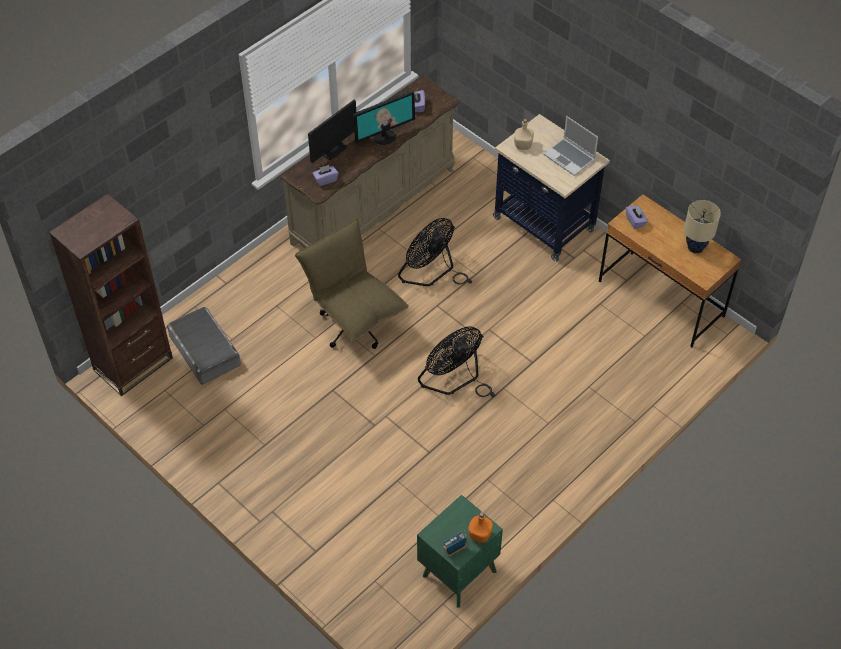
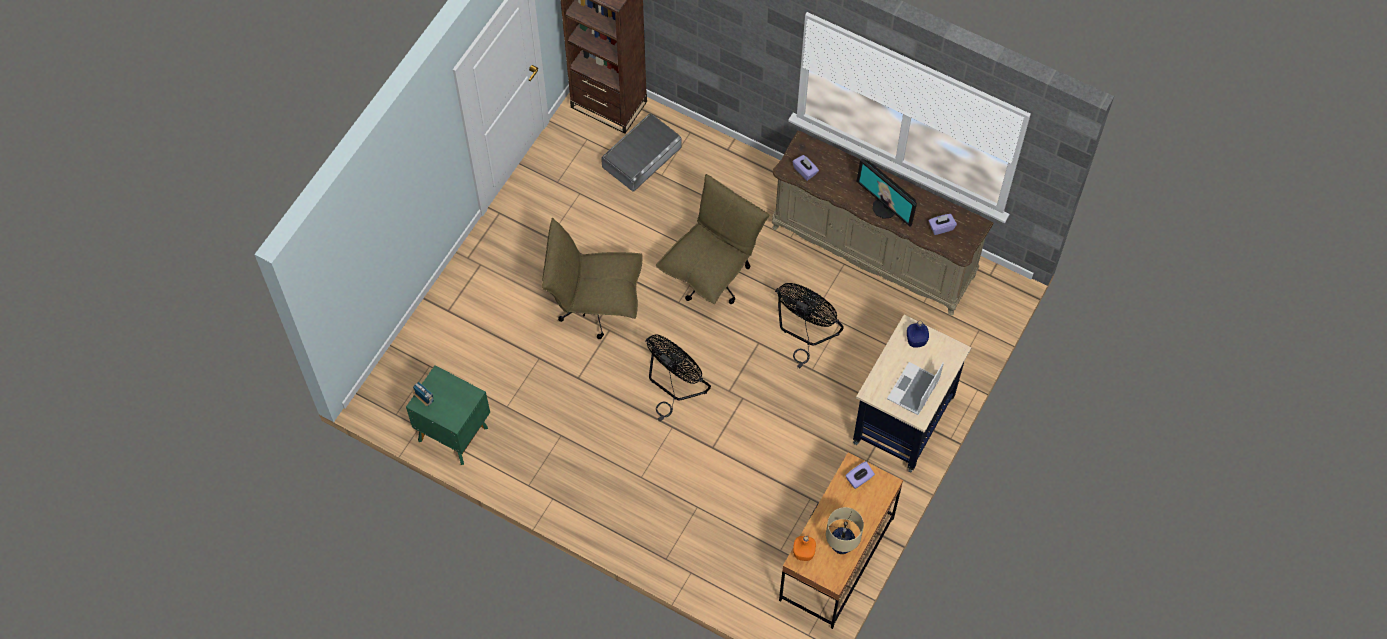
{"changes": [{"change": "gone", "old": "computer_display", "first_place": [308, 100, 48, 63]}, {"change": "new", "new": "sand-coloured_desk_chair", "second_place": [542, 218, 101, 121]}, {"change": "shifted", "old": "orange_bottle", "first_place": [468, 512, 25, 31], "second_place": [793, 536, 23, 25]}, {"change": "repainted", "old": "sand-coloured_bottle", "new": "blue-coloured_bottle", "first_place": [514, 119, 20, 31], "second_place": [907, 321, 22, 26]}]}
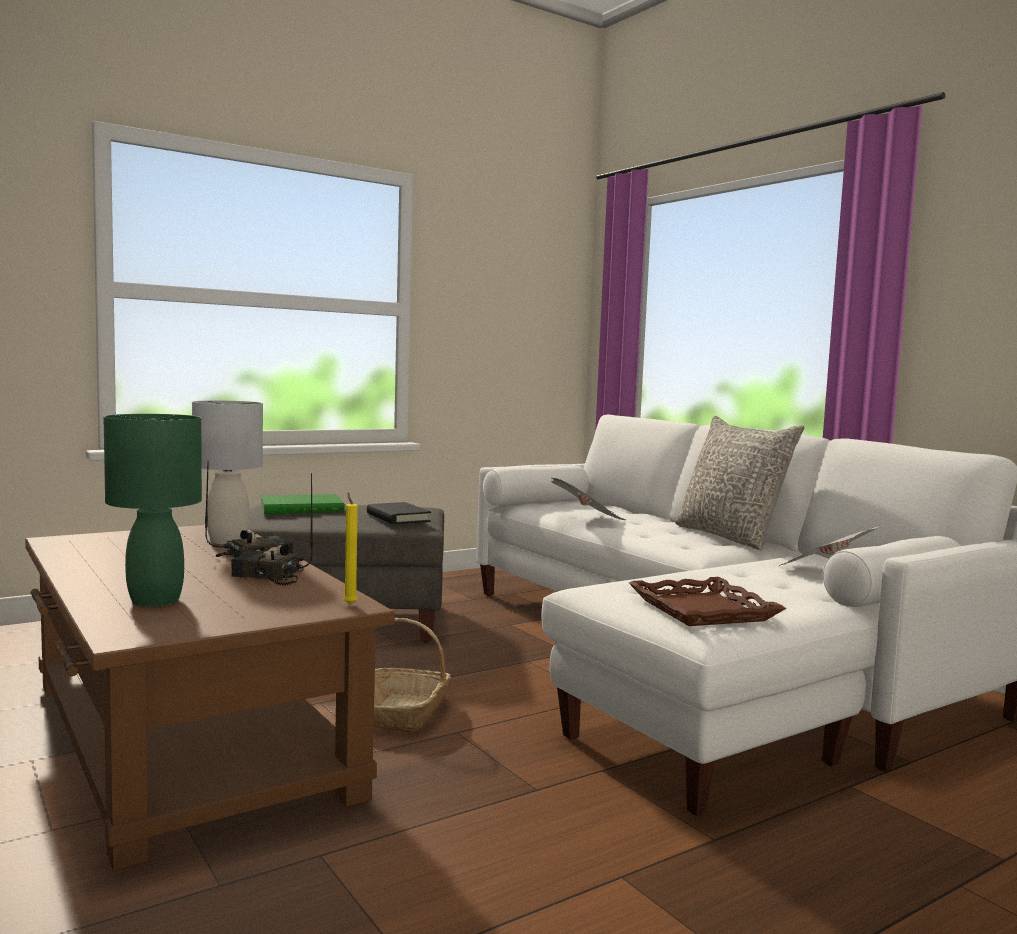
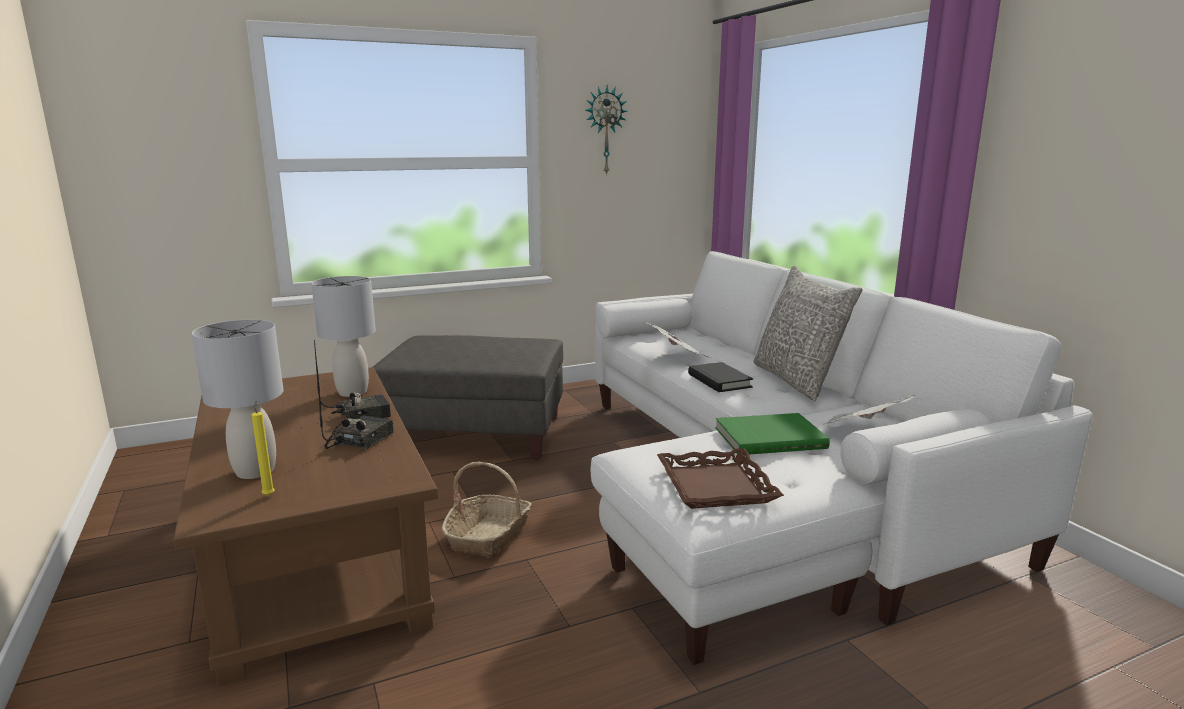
{"changes": [{"change": "new", "new": "clock_on_the_wall", "second_place": [585, 85, 43, 90]}, {"change": "shifted", "old": "greenish_volume", "first_place": [261, 494, 84, 20], "second_place": [715, 413, 115, 41]}, {"change": "shifted", "old": "yellowish_candle", "first_place": [344, 492, 14, 113], "second_place": [252, 401, 23, 95]}, {"change": "shifted", "old": "blackish_volume", "first_place": [367, 502, 64, 22], "second_place": [688, 362, 65, 30]}, {"change": "repainted", "old": "greenish_tabletop_lamp", "new": "gray_tabletop_lamp", "first_place": [103, 414, 99, 193], "second_place": [192, 319, 91, 160]}, {"change": "rotated", "old": "radio", "first_place": [231, 473, 82, 112], "second_place": [317, 367, 77, 83], "degrees": 90}]}
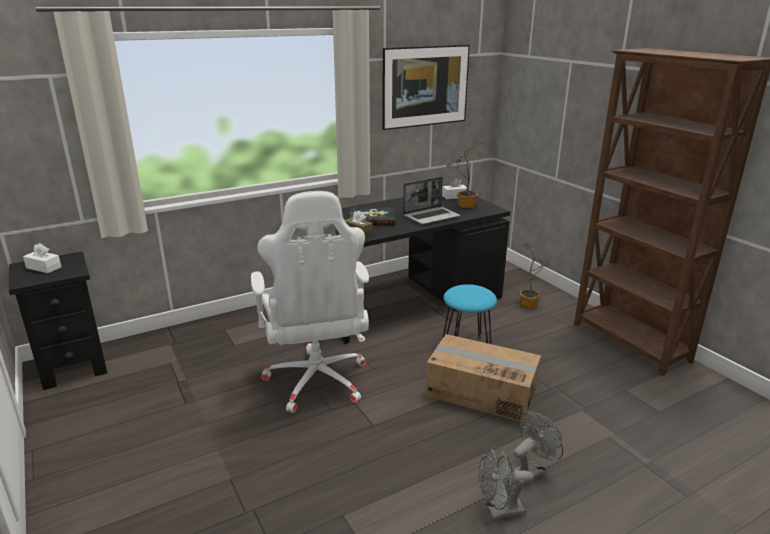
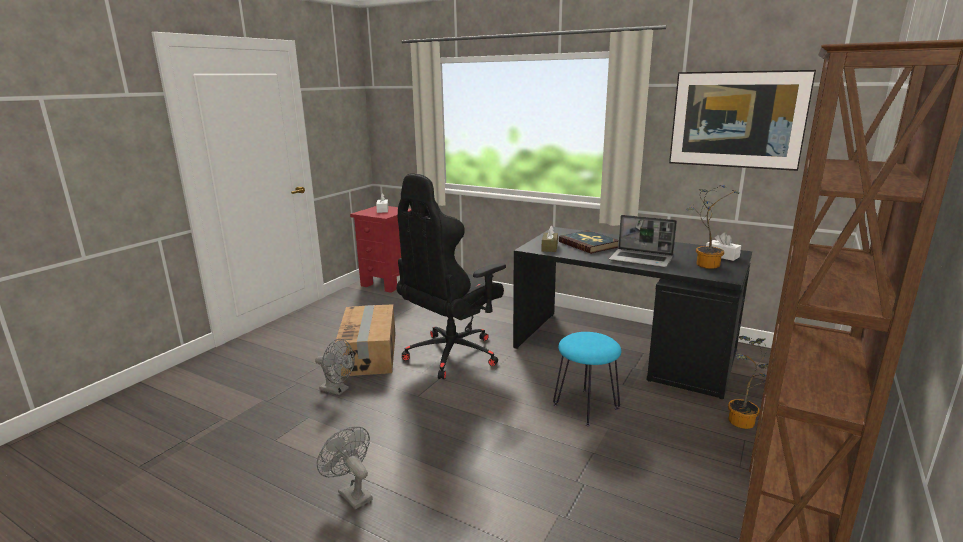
{"changes": [{"change": "shifted", "old": "carton", "first_place": [426, 334, 115, 89], "second_place": [336, 304, 60, 72]}, {"change": "shifted", "old": "gray_fan", "first_place": [513, 411, 50, 74], "second_place": [315, 339, 40, 56]}, {"change": "repainted", "old": "blackish_night_table", "new": "red-coloured_night_table", "first_place": [9, 251, 98, 139], "second_place": [350, 206, 62, 87]}, {"change": "repainted", "old": "whitish_desk_chair", "new": "blackish_desk_chair", "first_place": [251, 191, 118, 222], "second_place": [397, 173, 109, 206]}]}
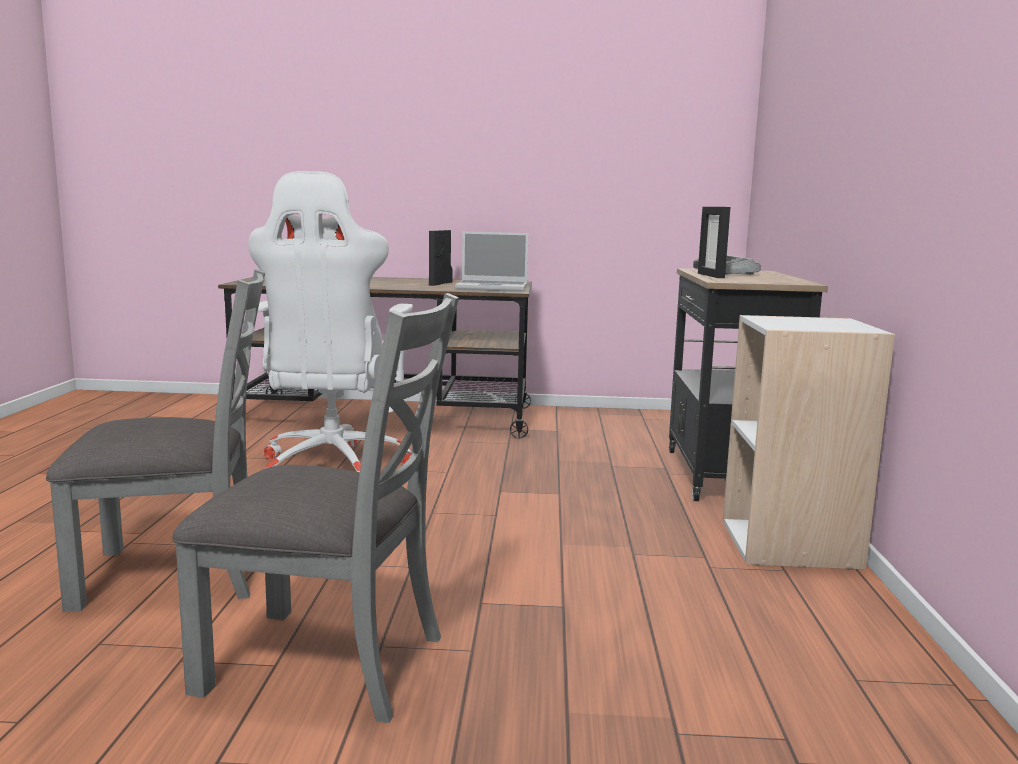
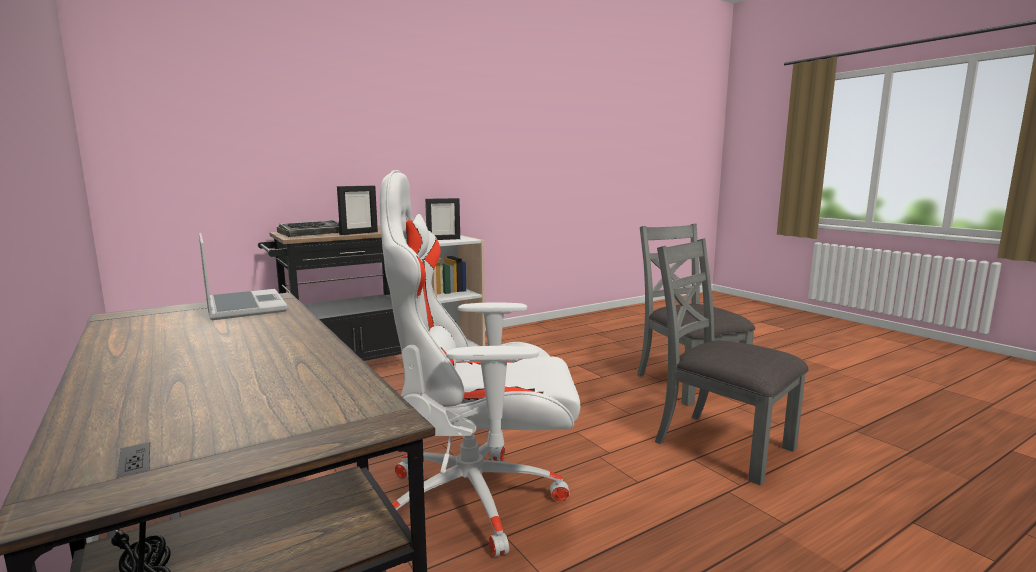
{"changes": [{"change": "shifted", "old": "picture_frame", "first_place": [429, 230, 24, 56], "second_place": [425, 198, 35, 42]}, {"change": "rotated", "old": "whitish_desk_chair", "first_place": [249, 171, 164, 301], "second_place": [380, 170, 200, 386], "degrees": -150}]}
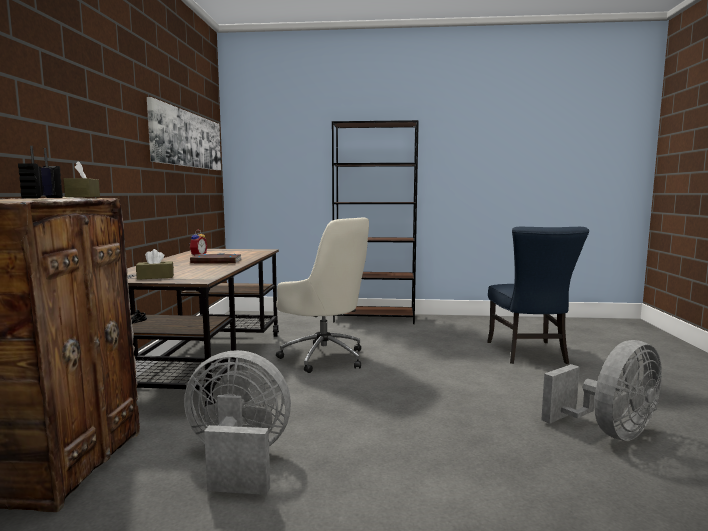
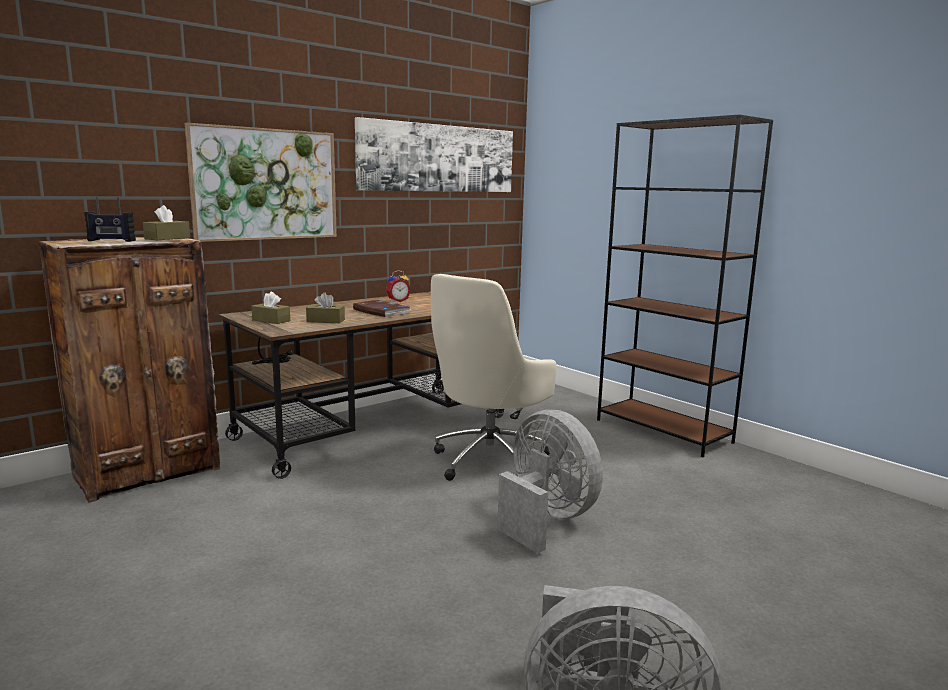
{"changes": [{"change": "gone", "old": "blue-coloured_plain_chair", "first_place": [487, 227, 103, 137]}, {"change": "new", "new": "picture", "second_place": [185, 123, 152, 119]}, {"change": "new", "new": "brown-coloured_box_of_tissues", "second_place": [306, 292, 39, 31]}, {"change": "shifted", "old": "gray_fan", "first_place": [184, 350, 107, 145], "second_place": [497, 410, 106, 143]}, {"change": "rotated", "old": "radio", "first_place": [18, 146, 45, 53], "second_place": [84, 197, 52, 45], "degrees": -135}, {"change": "rotated", "old": "sand-coloured_desk_chair", "first_place": [276, 218, 93, 155], "second_place": [431, 274, 126, 207], "degrees": 45}]}
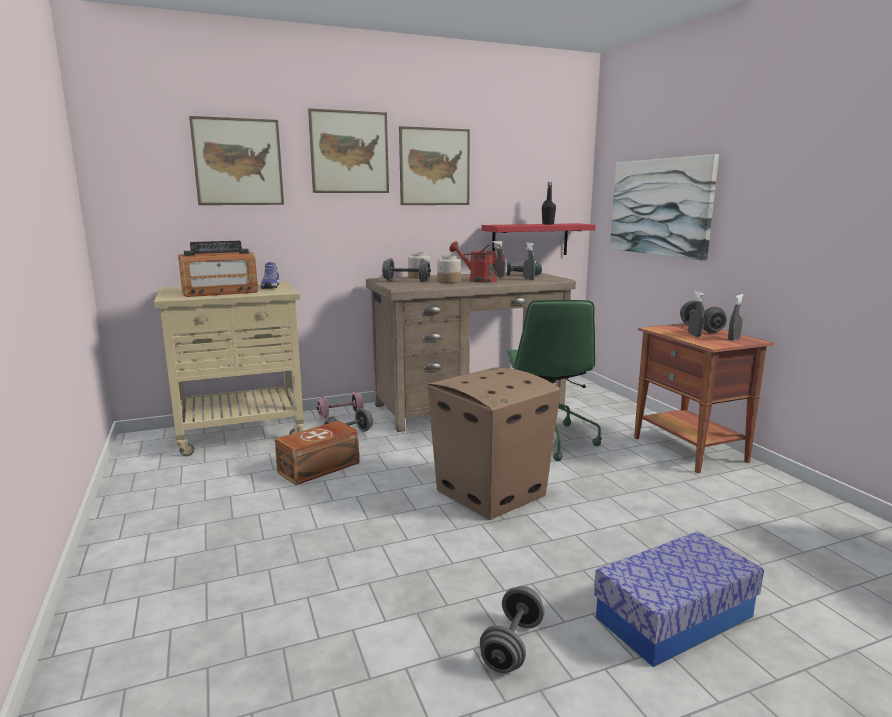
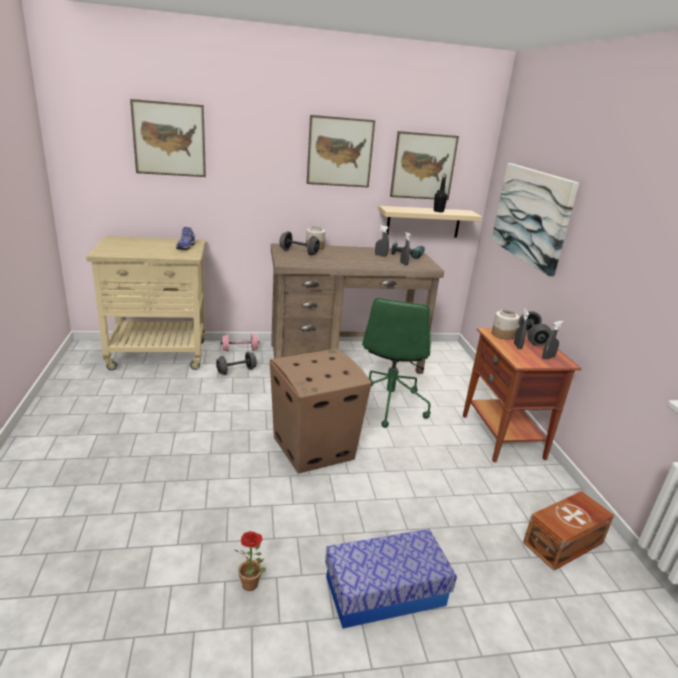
{"changes": [{"change": "gone", "old": "radio", "first_place": [178, 241, 80, 56]}, {"change": "gone", "old": "red-coloured_sprinkling_can", "first_place": [449, 241, 55, 42]}, {"change": "shifted", "old": "brown-coloured_storage_bin", "first_place": [275, 421, 84, 64], "second_place": [523, 491, 91, 80]}, {"change": "shifted", "old": "picture", "first_place": [308, 108, 81, 85], "second_place": [390, 131, 69, 69]}, {"change": "shifted", "old": "storage_jar", "first_place": [437, 255, 24, 28], "second_place": [492, 309, 28, 31]}, {"change": "swapped", "old": "gray_free_weight", "new": "houseplant", "first_place": [480, 586, 65, 87], "second_place": [235, 531, 31, 60]}, {"change": "repainted", "old": "red-coloured_bracket_shelf", "new": "sand-coloured_bracket_shelf", "first_place": [482, 223, 114, 32], "second_place": [378, 206, 104, 32]}]}
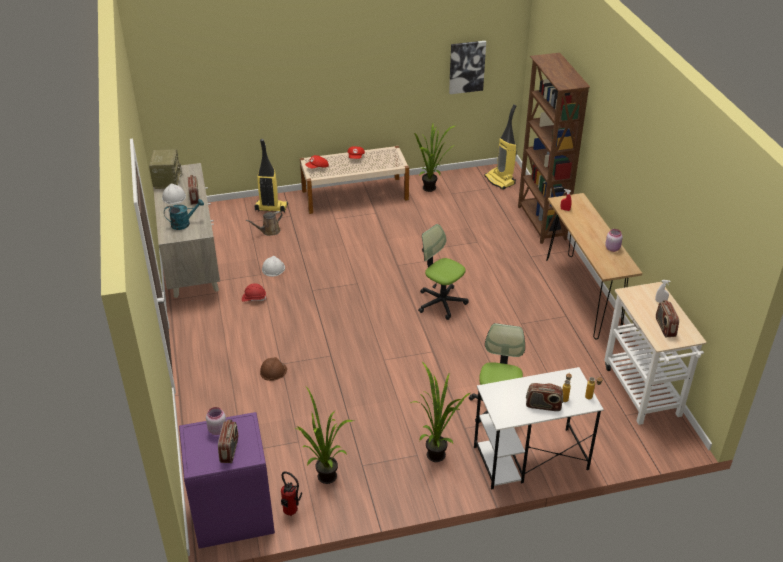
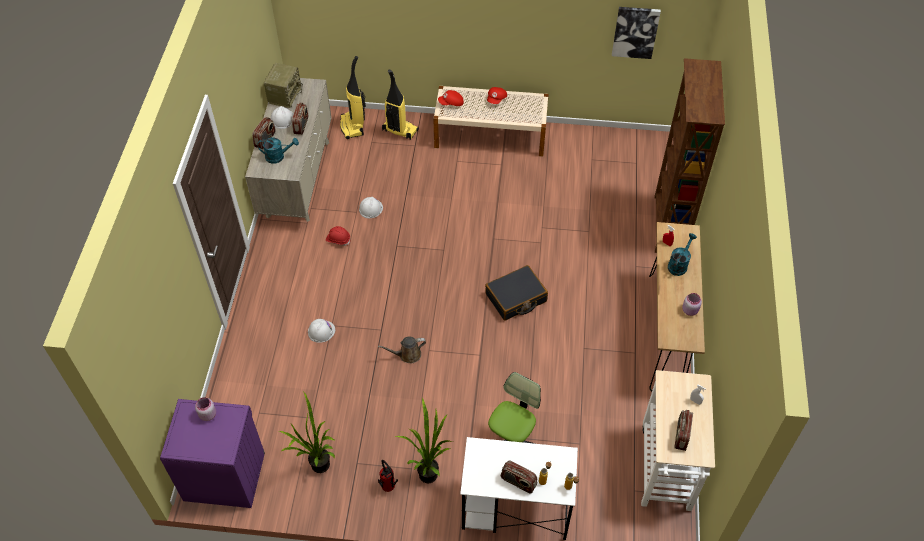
{"changes": [{"change": "gone", "old": "houseplant", "first_place": [414, 124, 41, 68]}, {"change": "new", "new": "turquoise_sprinkling_can", "second_place": [668, 233, 29, 43]}, {"change": "shifted", "old": "radio", "first_place": [218, 420, 20, 43], "second_place": [252, 117, 24, 32]}, {"change": "shifted", "old": "brown-coloured_sprinkling_can", "first_place": [246, 211, 37, 25], "second_place": [378, 337, 48, 26]}, {"change": "shifted", "old": "extinguisher", "first_place": [281, 471, 21, 45], "second_place": [378, 460, 20, 32]}, {"change": "shifted", "old": "vacuum_cleaner", "first_place": [485, 104, 32, 86], "second_place": [340, 56, 26, 83]}, {"change": "swapped", "old": "desk_chair", "new": "blackish_piece_of_luggage", "first_place": [418, 224, 51, 96], "second_place": [485, 265, 63, 56]}, {"change": "repainted", "old": "brown-coloured_safety_helmet", "new": "whitish_safety_helmet", "first_place": [260, 357, 27, 24], "second_place": [308, 319, 27, 24]}]}
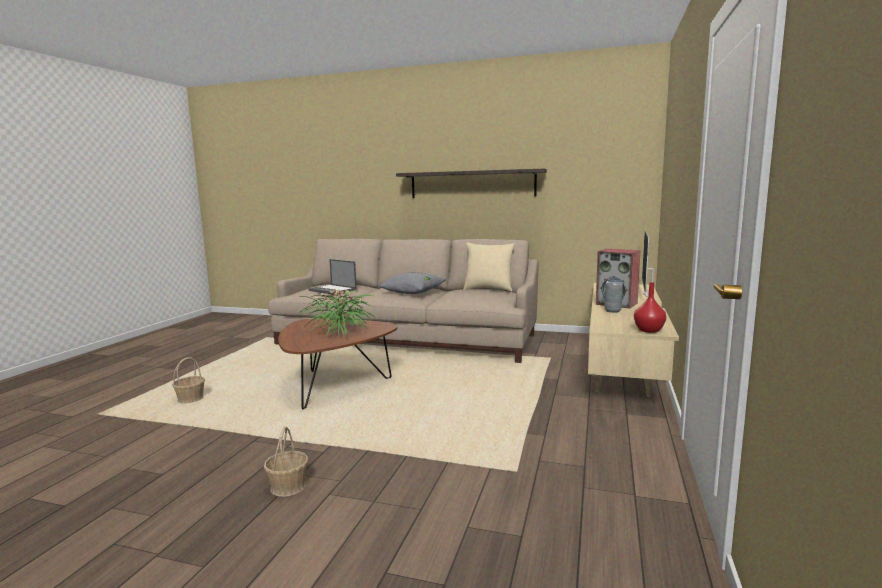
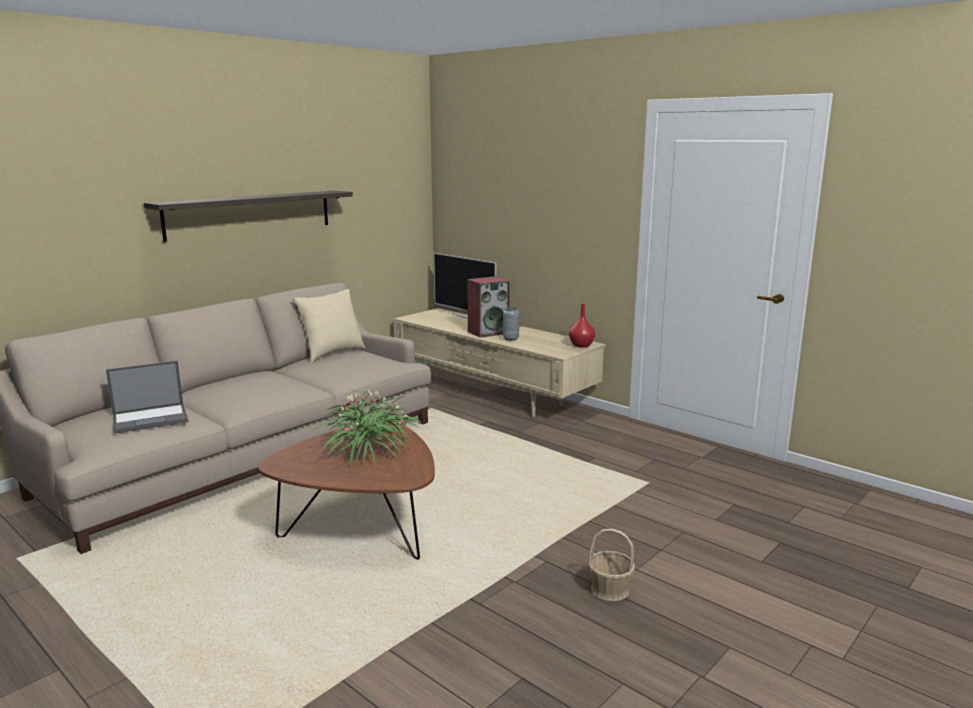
{"changes": [{"change": "gone", "old": "household_basket", "first_place": [172, 357, 33, 46]}, {"change": "gone", "old": "gray_cushion", "first_place": [379, 272, 67, 22]}]}
